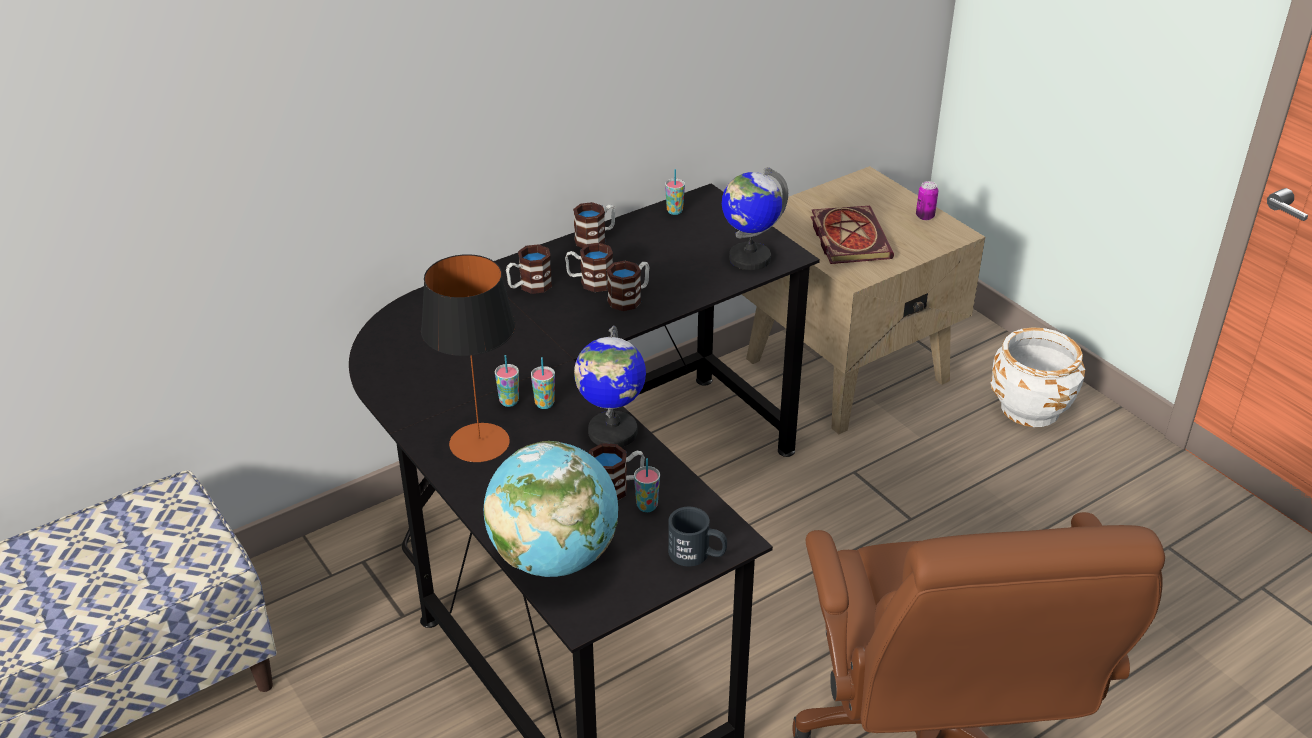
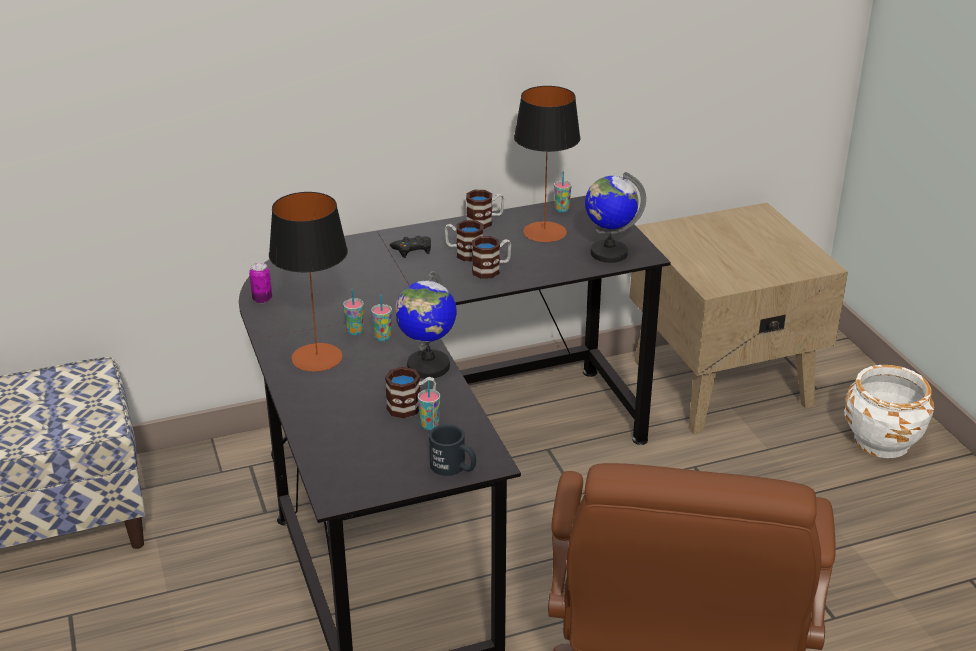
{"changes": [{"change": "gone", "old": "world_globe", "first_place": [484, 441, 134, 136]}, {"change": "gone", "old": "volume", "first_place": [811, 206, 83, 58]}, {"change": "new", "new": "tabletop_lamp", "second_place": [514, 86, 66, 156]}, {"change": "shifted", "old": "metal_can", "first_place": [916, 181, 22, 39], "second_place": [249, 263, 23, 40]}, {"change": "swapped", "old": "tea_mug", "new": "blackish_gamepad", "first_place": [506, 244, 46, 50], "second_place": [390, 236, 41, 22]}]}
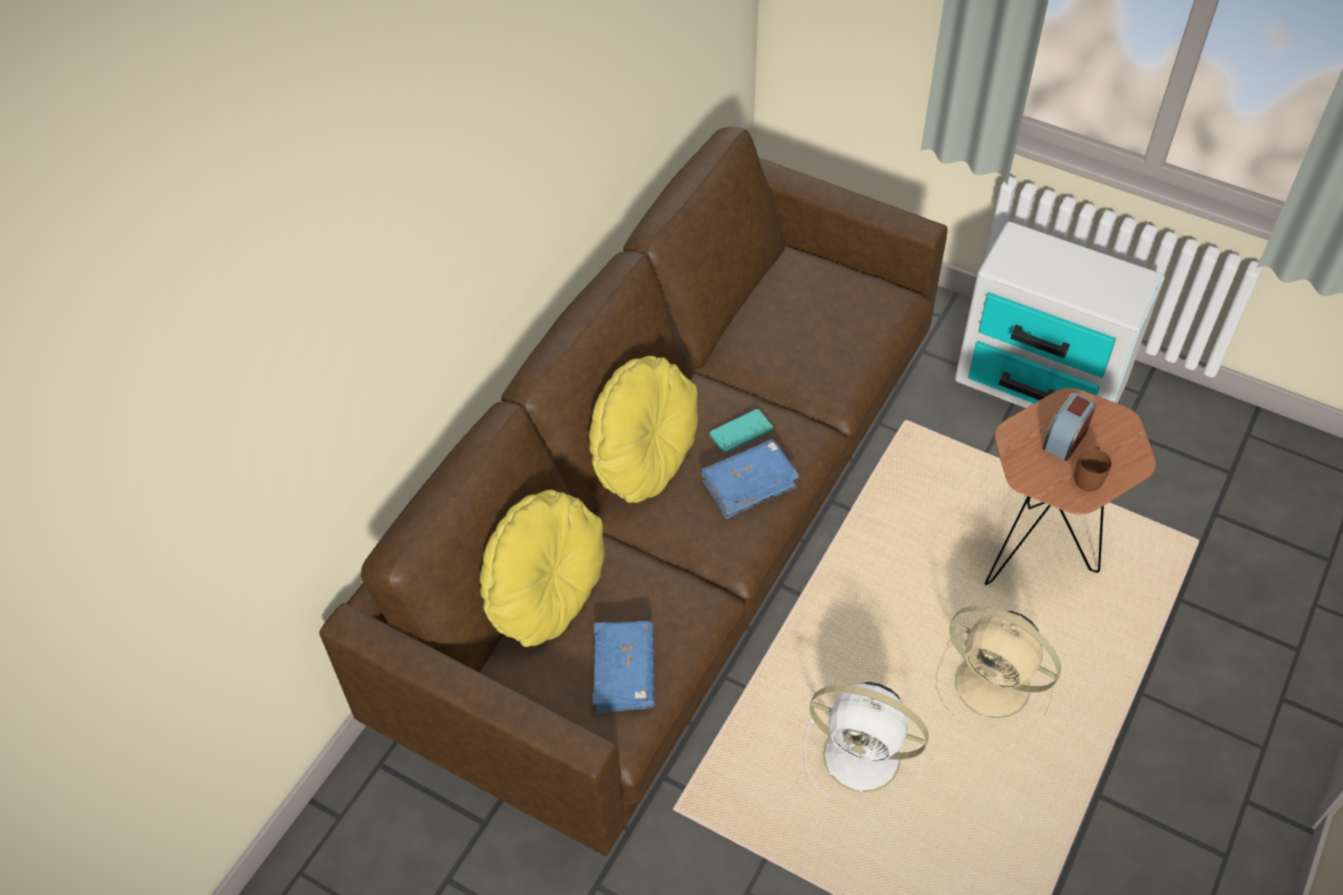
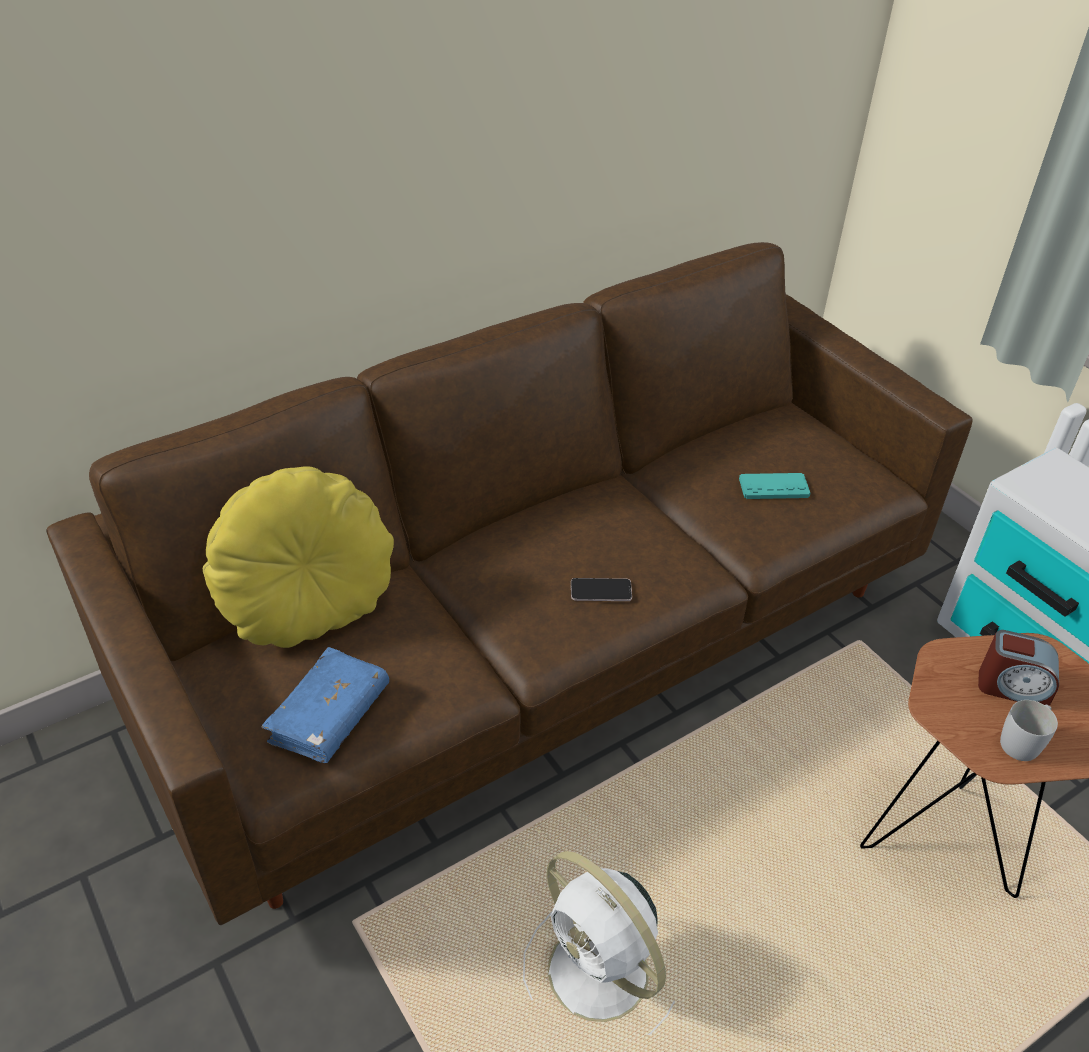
{"changes": [{"change": "gone", "old": "yellowish_cushion", "first_place": [589, 356, 109, 147]}, {"change": "gone", "old": "sand-coloured_fan", "first_place": [936, 606, 125, 113]}, {"change": "shifted", "old": "turquoise_gamepad", "first_place": [710, 409, 63, 45], "second_place": [739, 473, 72, 26]}, {"change": "swapped", "old": "blue-coloured_volume", "new": "phone", "first_place": [701, 439, 98, 80], "second_place": [571, 578, 61, 23]}, {"change": "repainted", "old": "brown-coloured_tea_mug", "new": "whitish_tea_mug", "first_place": [1075, 446, 37, 46], "second_place": [1000, 700, 58, 61]}, {"change": "rotated", "old": "table_clock", "first_place": [1043, 393, 53, 68], "second_place": [978, 630, 81, 76], "degrees": -135}]}
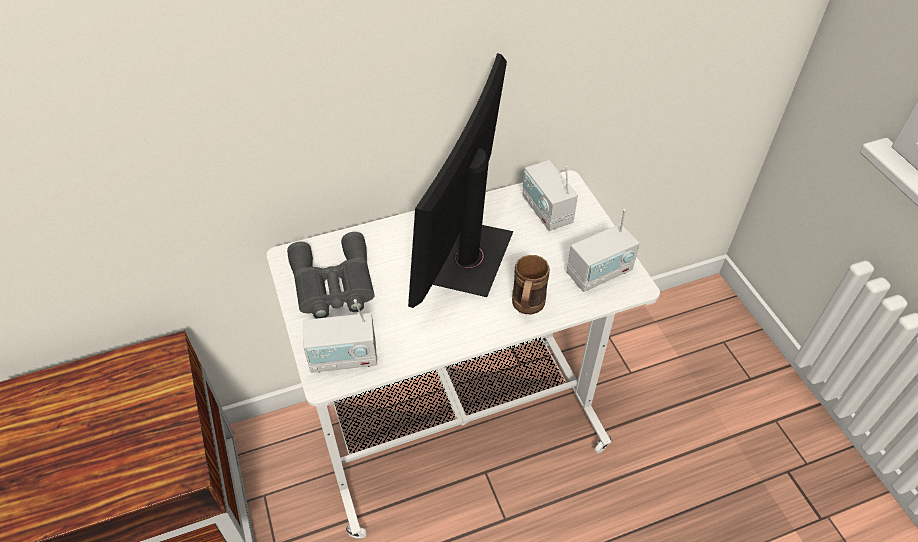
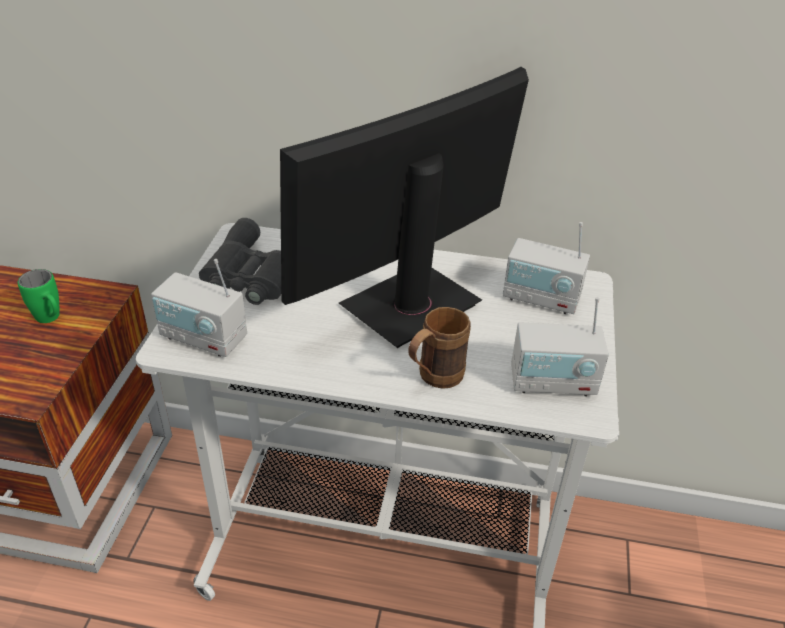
{"changes": [{"change": "new", "new": "greenish_tea_mug", "second_place": [18, 269, 42, 54]}, {"change": "rotated", "old": "radio", "first_place": [522, 160, 56, 71], "second_place": [503, 222, 87, 92], "degrees": -75}]}
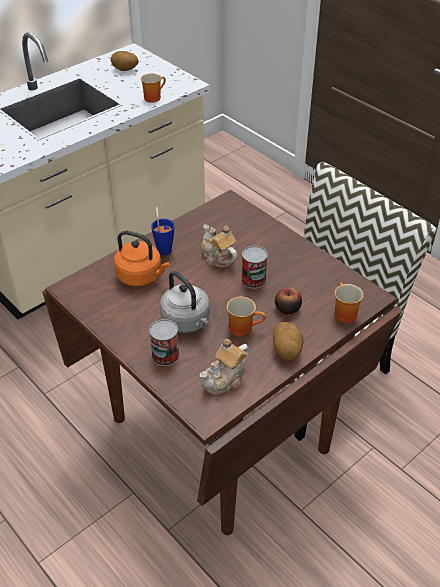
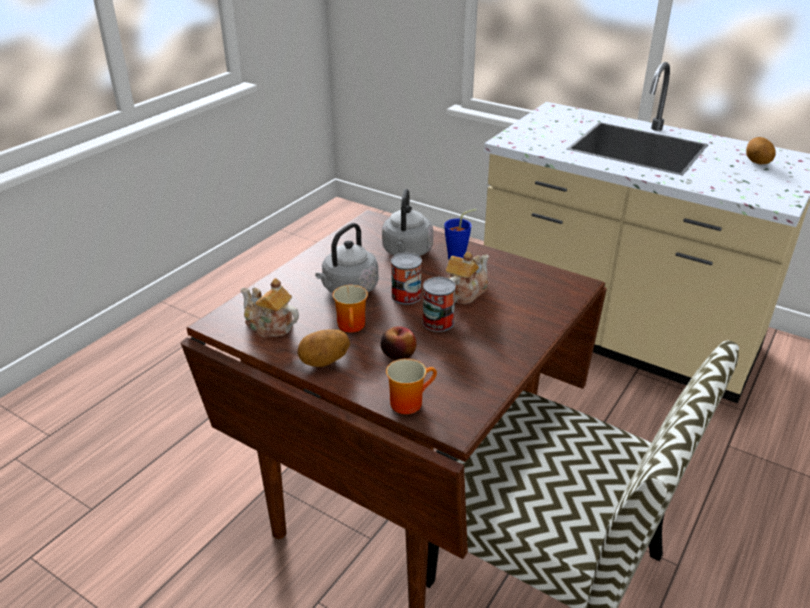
{"changes": [{"change": "gone", "old": "tea_mug", "first_place": [141, 73, 25, 30]}, {"change": "shifted", "old": "metal_can", "first_place": [149, 319, 30, 47], "second_place": [391, 252, 31, 53]}, {"change": "repainted", "old": "orange_water_kettle", "new": "gray_water_kettle", "first_place": [114, 231, 56, 56], "second_place": [382, 189, 52, 67]}]}
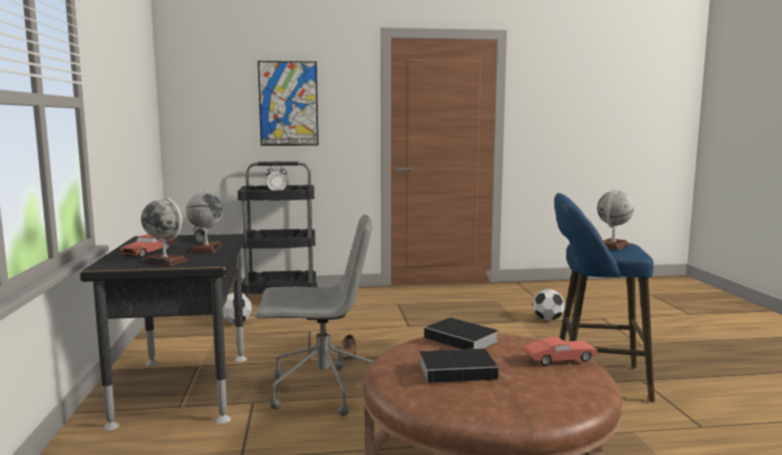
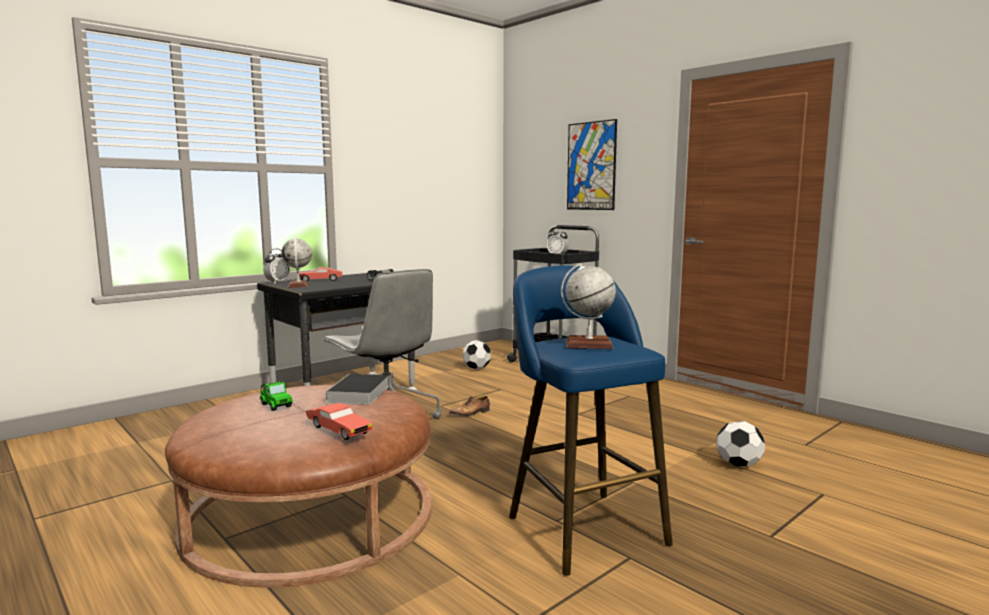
{"changes": [{"change": "gone", "old": "world_globe", "first_place": [186, 190, 37, 63]}, {"change": "new", "new": "table_clock", "second_place": [263, 249, 27, 35]}, {"change": "swapped", "old": "volume", "new": "toy_car", "first_place": [420, 348, 87, 35], "second_place": [260, 381, 33, 30]}]}
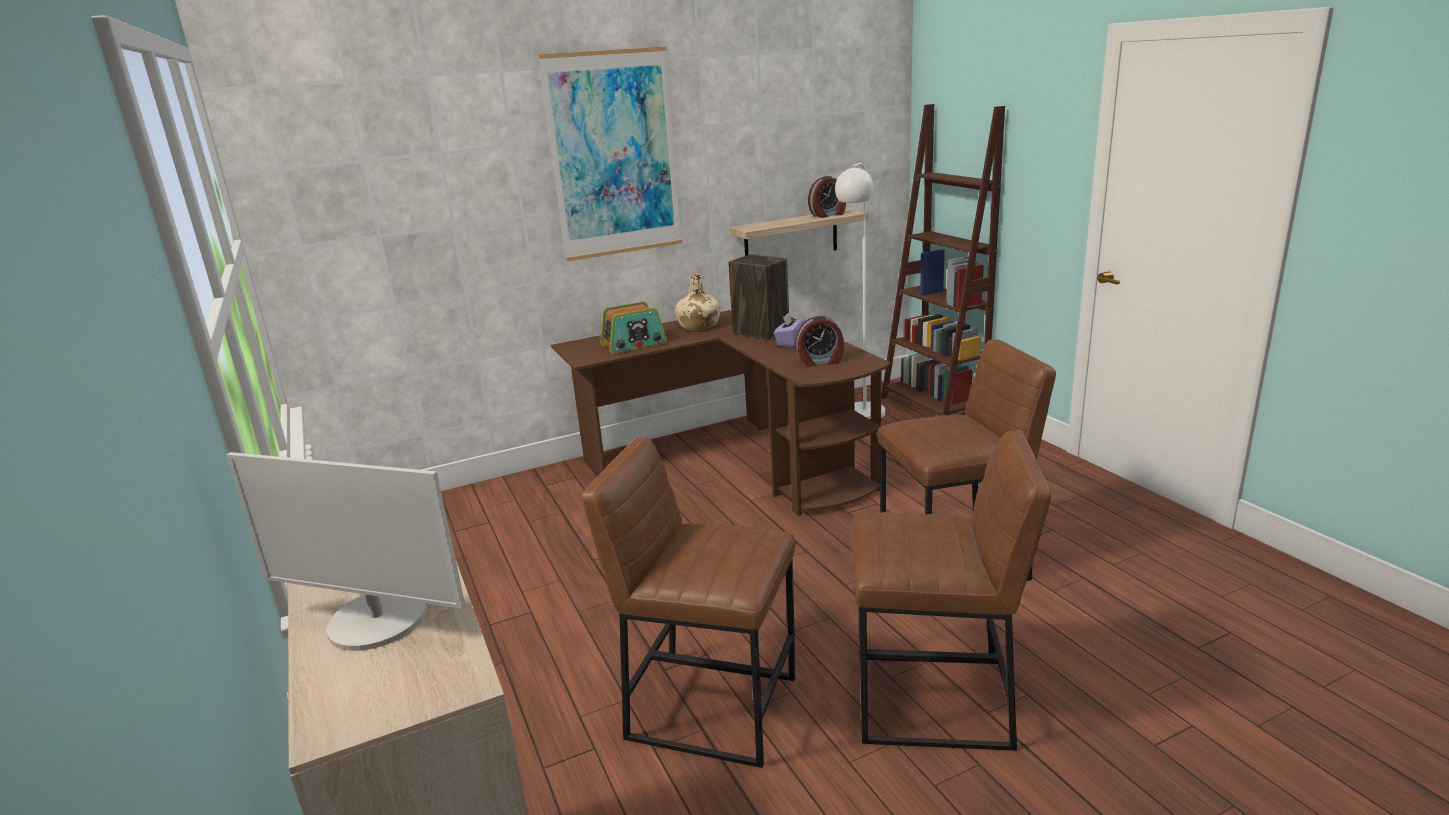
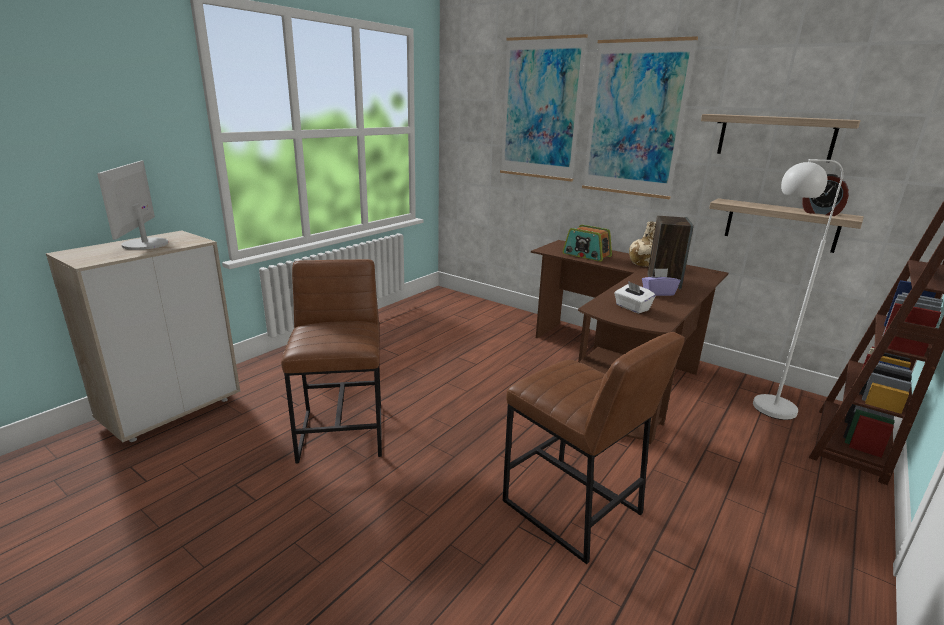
{"changes": [{"change": "gone", "old": "brown-coloured_plain_chair", "first_place": [852, 430, 199, 321]}, {"change": "new", "new": "picture", "second_place": [500, 34, 88, 148]}, {"change": "new", "new": "bracket_shelf", "second_place": [701, 114, 160, 46]}, {"change": "swapped", "old": "table_clock", "new": "whitish_box_of_tissues", "first_place": [796, 316, 48, 51], "second_place": [614, 281, 42, 32]}]}
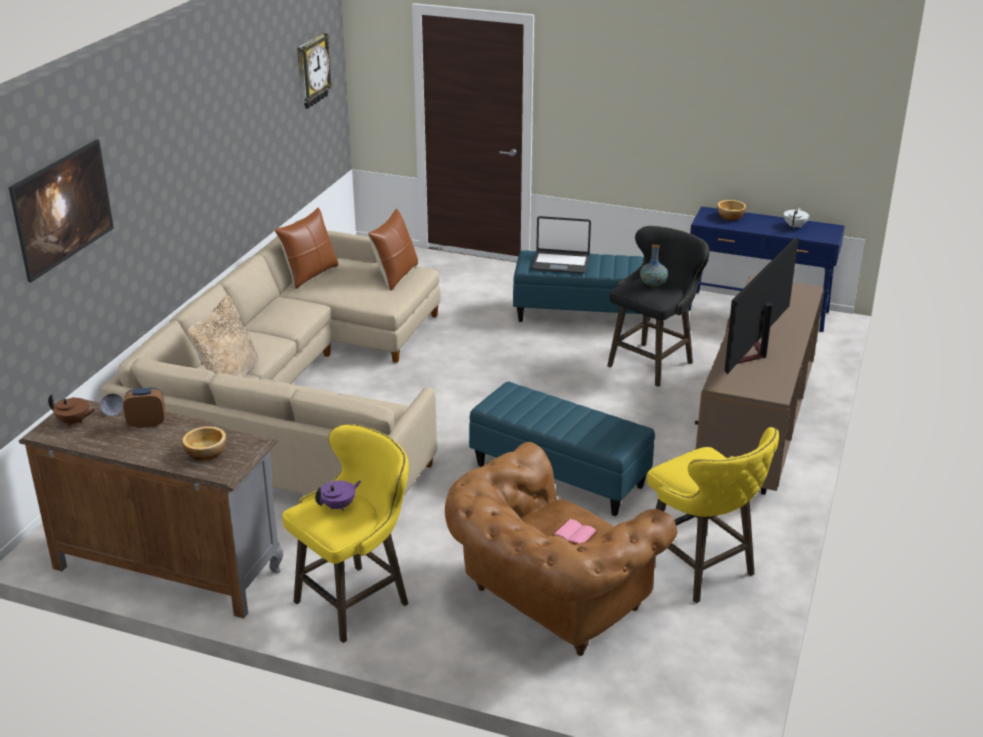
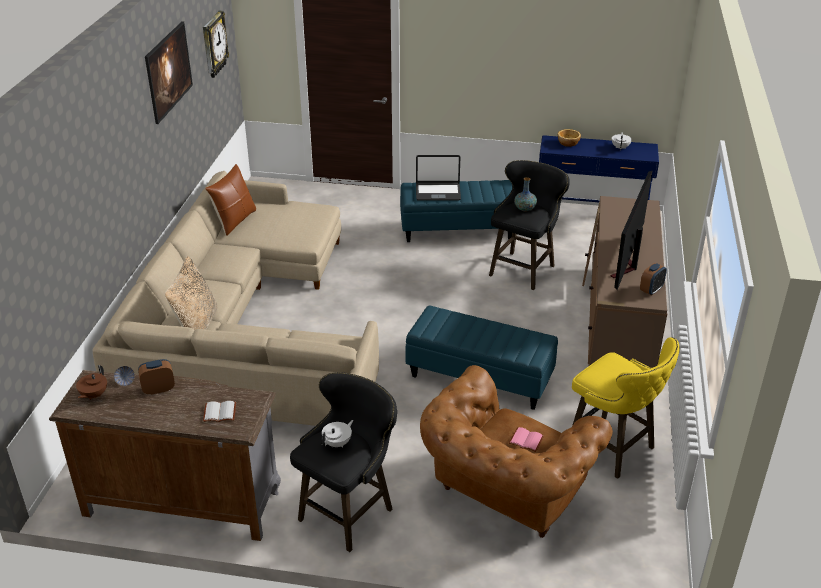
{"changes": [{"change": "gone", "old": "brown-coloured_cushion", "first_place": [368, 209, 50, 82]}, {"change": "new", "new": "table_clock", "second_place": [640, 263, 27, 33]}, {"change": "shifted", "old": "picture", "first_place": [9, 139, 105, 143], "second_place": [145, 21, 48, 103]}, {"change": "swapped", "old": "deep_dish", "new": "whitish_volume", "first_place": [182, 426, 44, 35], "second_place": [203, 401, 33, 21]}, {"change": "repainted", "old": "yellowish_stool", "new": "blackish_stool", "first_place": [282, 424, 127, 219], "second_place": [290, 372, 107, 180]}, {"change": "repainted", "old": "purplish_pot_for_tea", "new": "whitish_pot_for_tea", "first_place": [315, 481, 46, 30], "second_place": [321, 420, 32, 28]}, {"change": "rotated", "old": "brown-coloured_pot_for_tea", "first_place": [48, 394, 48, 33], "second_place": [76, 365, 31, 35], "degrees": 105}]}
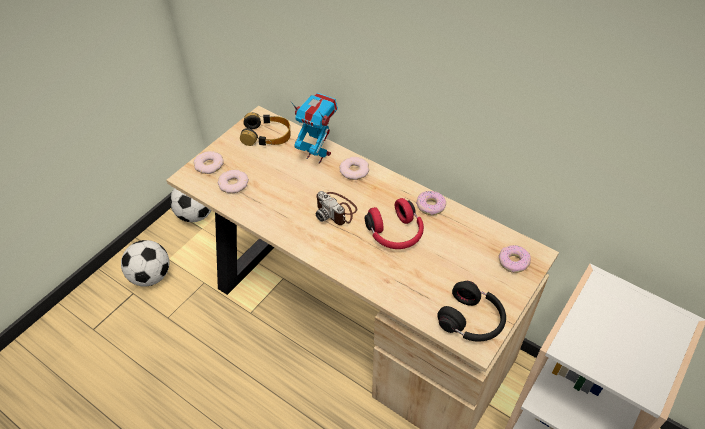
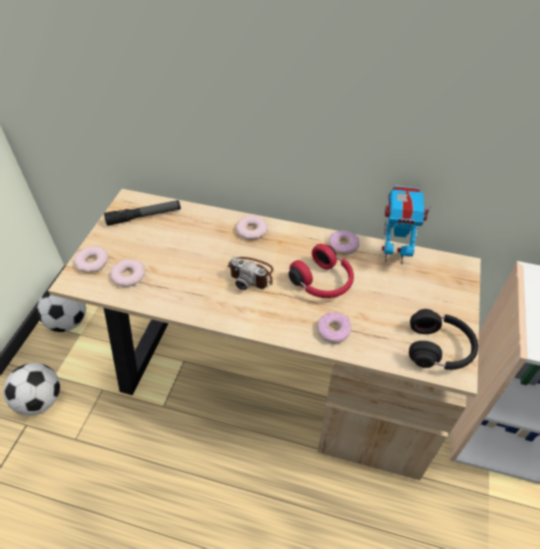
{"changes": [{"change": "shifted", "old": "toy_robot", "first_place": [291, 93, 47, 71], "second_place": [382, 186, 50, 78]}, {"change": "shifted", "old": "ring_doughnut", "first_place": [499, 245, 32, 28], "second_place": [317, 312, 35, 32]}, {"change": "swapped", "old": "headset", "new": "hand_torch", "first_place": [240, 112, 51, 34], "second_place": [104, 200, 77, 26]}]}
